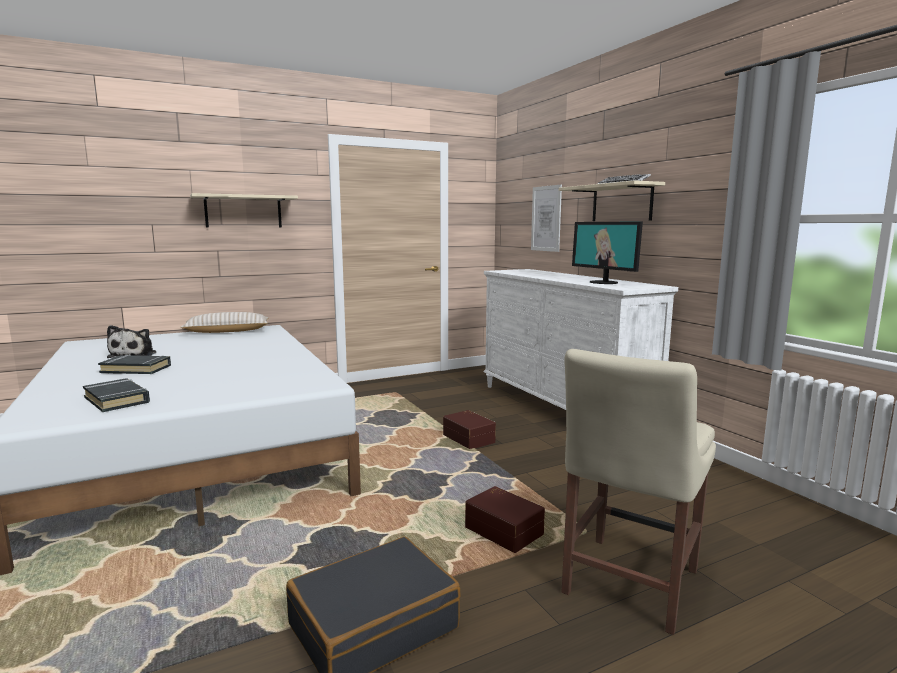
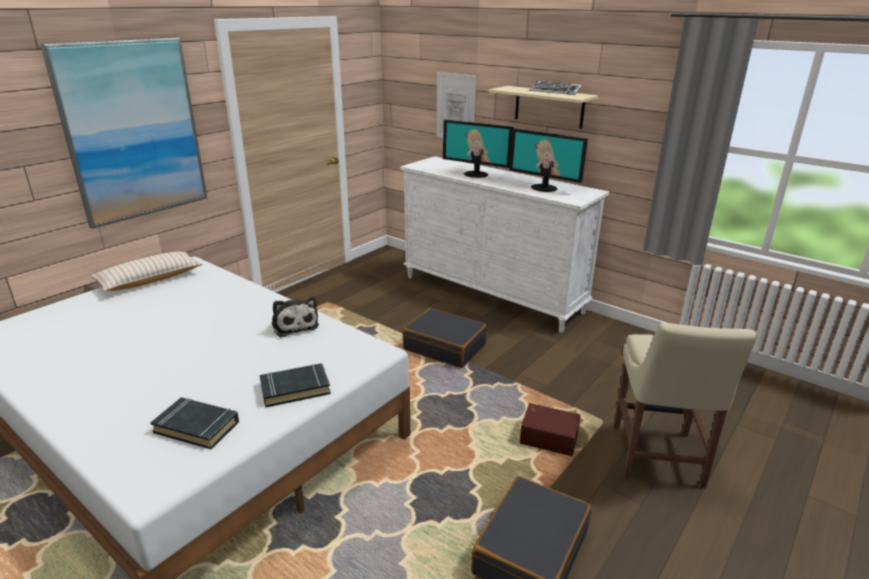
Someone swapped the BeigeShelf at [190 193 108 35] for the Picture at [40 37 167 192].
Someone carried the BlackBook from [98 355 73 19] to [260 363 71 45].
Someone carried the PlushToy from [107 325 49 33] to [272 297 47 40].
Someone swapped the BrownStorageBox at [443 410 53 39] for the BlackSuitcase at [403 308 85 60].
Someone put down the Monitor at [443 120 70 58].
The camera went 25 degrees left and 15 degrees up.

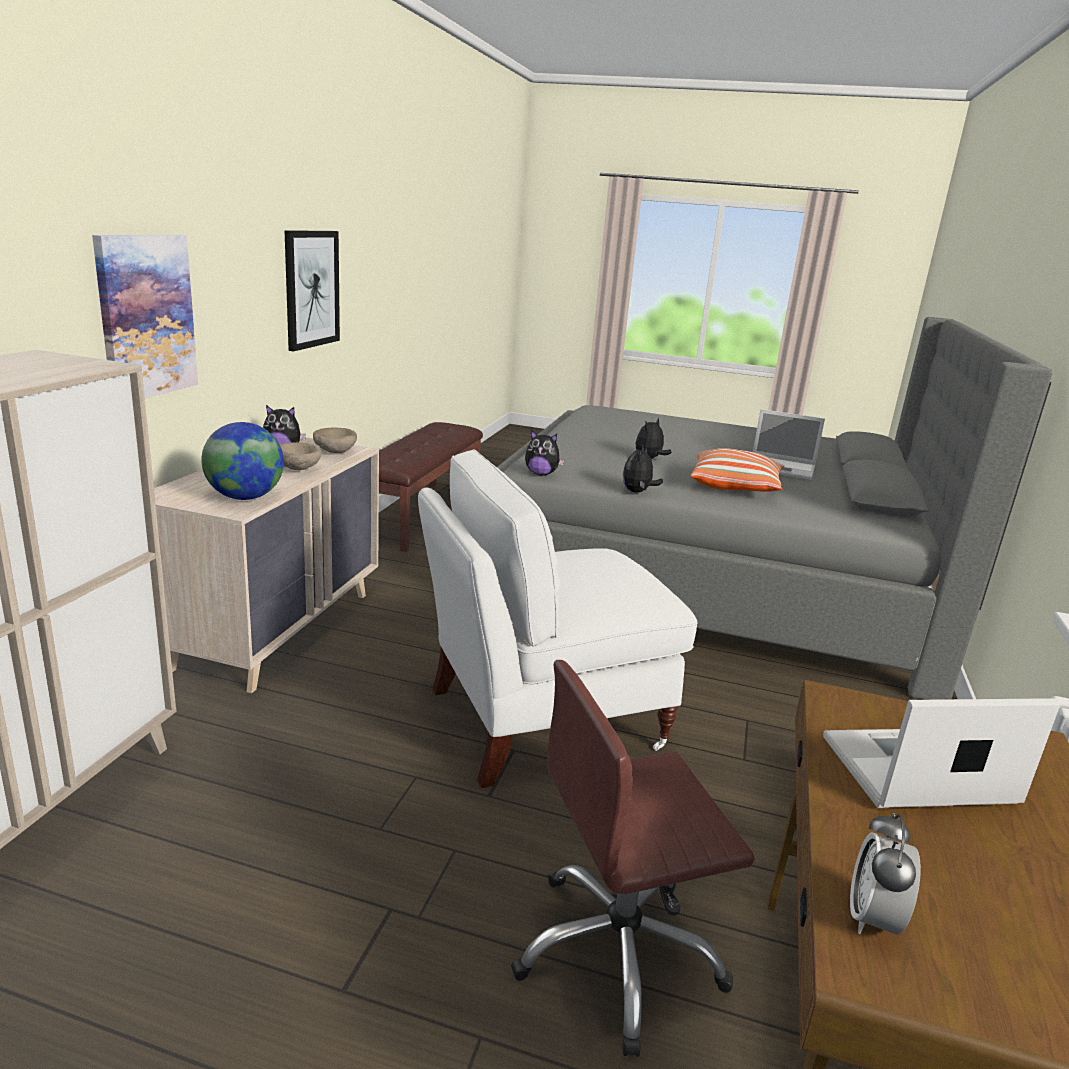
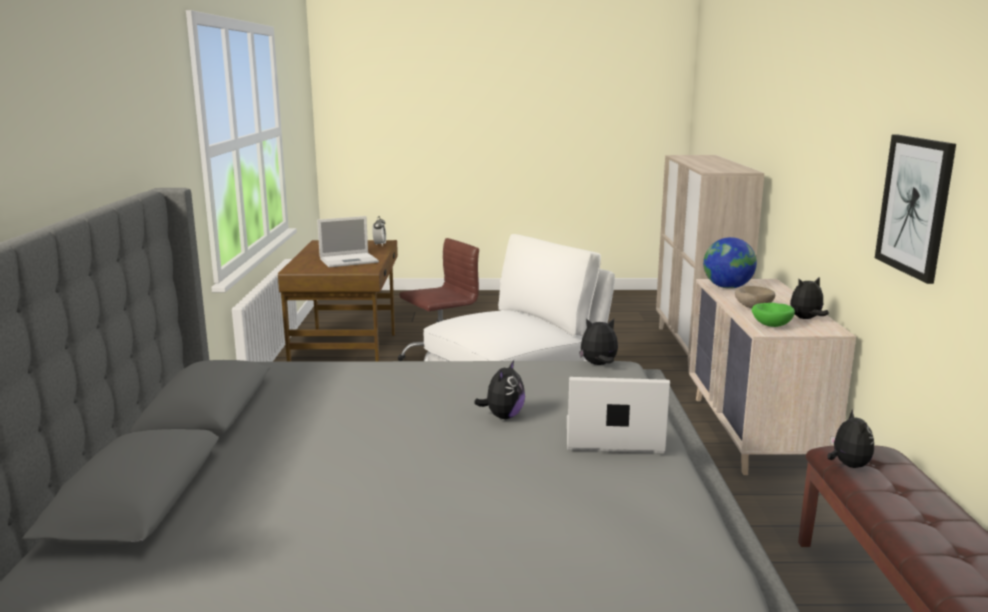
Someone carried the Laptop from [753 409 72 71] to [567 377 103 76].
Someone repainted the BeigeBowl at [313 428 44 25], which became the GreenBowl at [752 303 43 24].
Someone carried the PlushToy from [623 446 40 47] to [827 409 47 59].
Someone took away the Picture at [92 235 106 163].
Someone took away the Pillow at [690 448 94 44].
The camera went 165 degrees right and 5 degrees down.

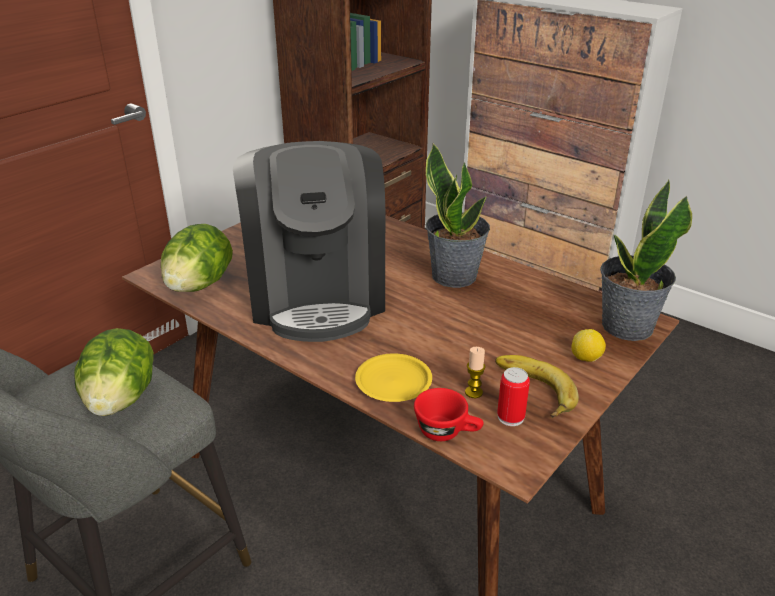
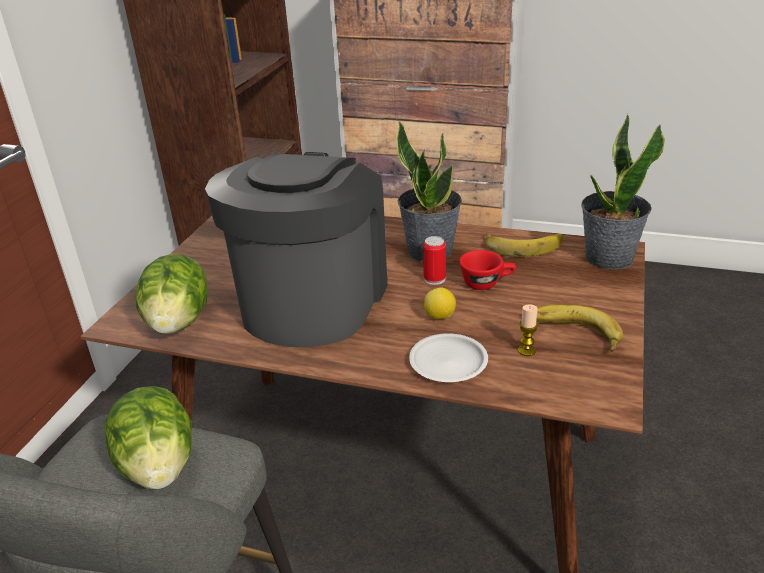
Someone rotated the CoffeeMachine at [233 141 152 201] by 135 degrees counterclockwise.
Someone repainted the YellowPlate at [355 353 77 49], which became the WhitePlate at [409 333 79 49].
Someone carried the Can from [497 367 33 59] to [423 236 23 49].
Someone carried the Lemon from [571 329 35 33] to [424 287 32 32].
Someone carried the RedCup from [414 388 70 53] to [459 250 57 40].
Someone put down the Banana at [485 231 78 26].
The camera went 20 degrees left and 0 degrees up.

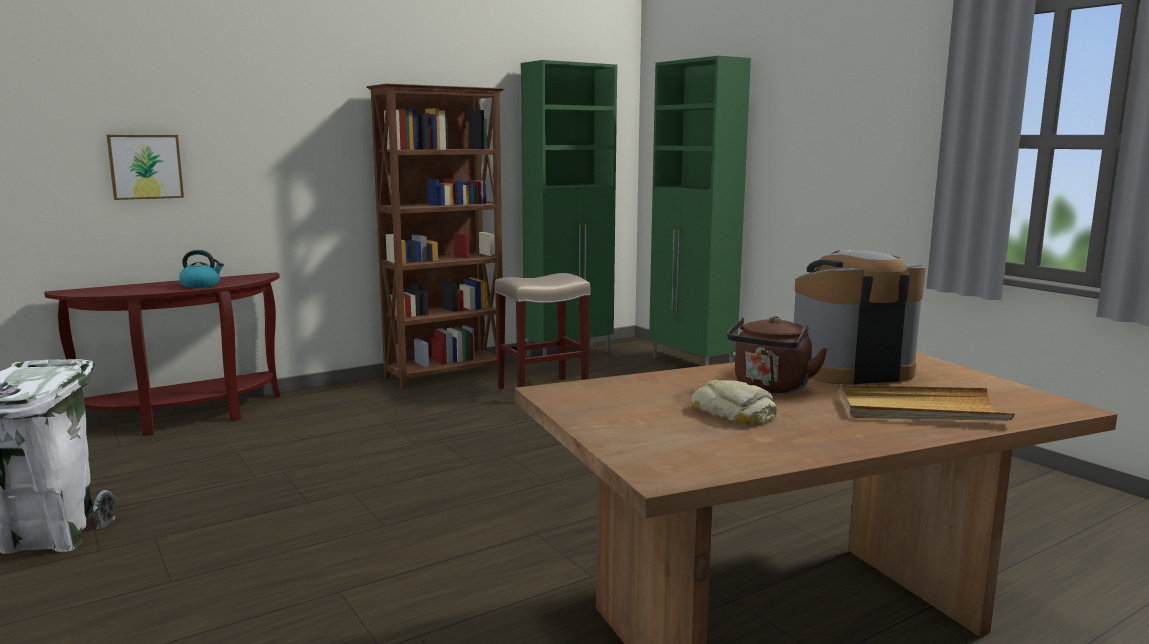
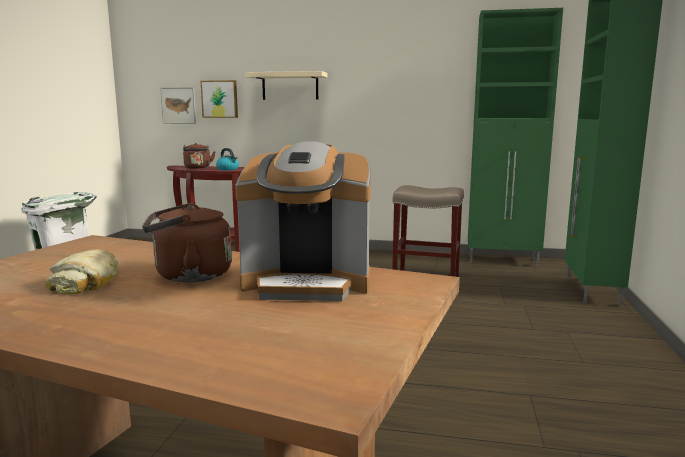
Someone put up the Picture at [160 87 36 37].
Someone put down the BrownKettle at [183 143 33 26].
Someone rotated the CoffeeMachine at [794 250 132 135] by 150 degrees clockwise.
Someone put up the BeigeShelf at [245 71 83 29].
Someone took away the BrownBookcase at [366 83 139 307].
Someone took away the BeigeTray at [839 385 176 36].
The camera went 45 degrees right and 0 degrees up.

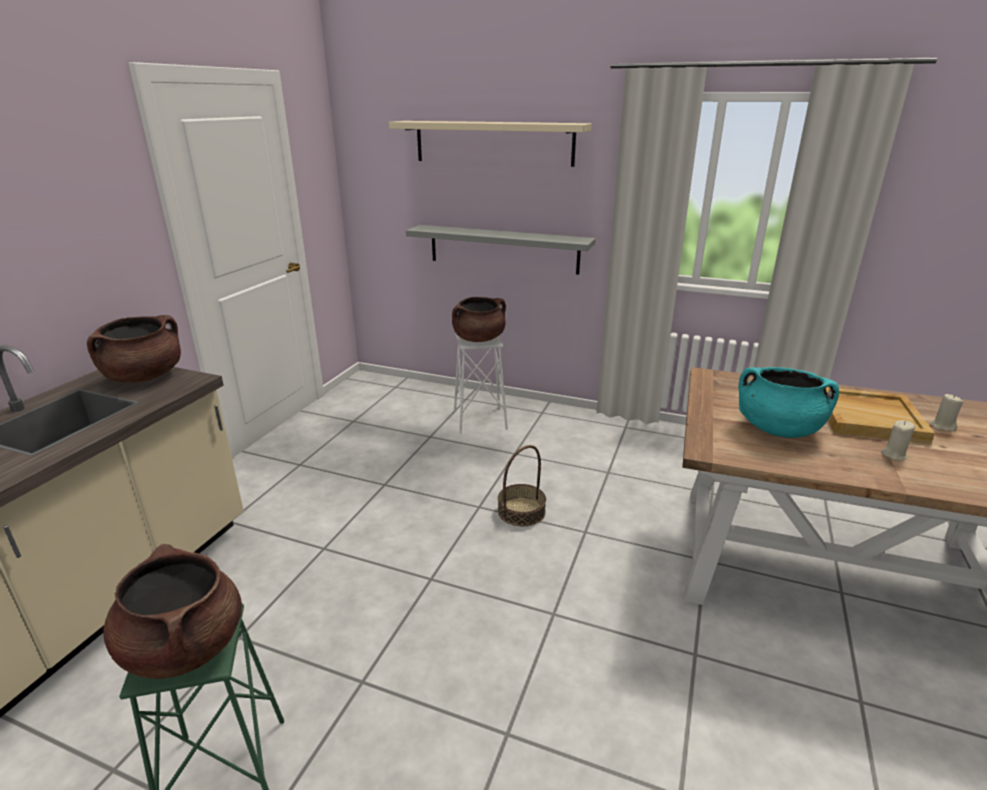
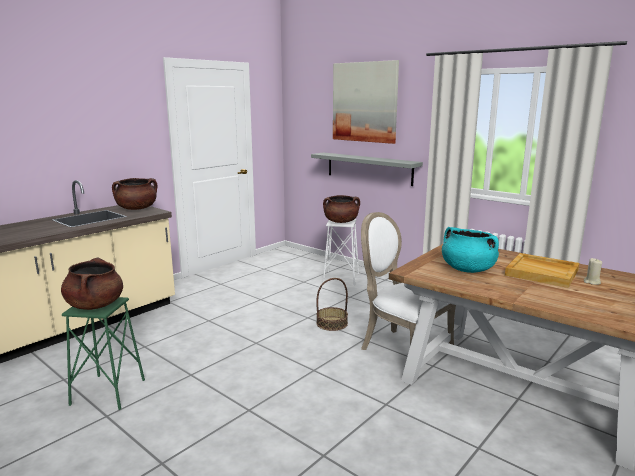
Someone swapped the BeigeShelf at [389 121 203 46] for the Picture at [333 60 66 84].
Someone put down the WhiteChair at [361 212 95 138].
Someone took away the BeigeCandle at [881 420 34 40].
The camera went 20 degrees right and 10 degrees down.

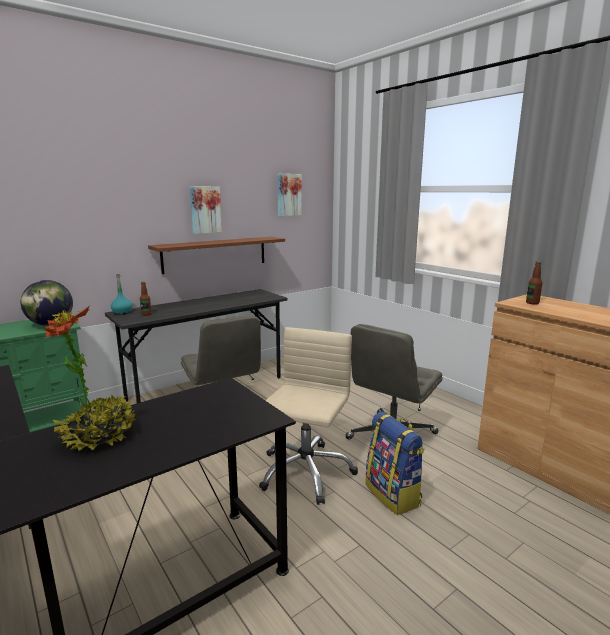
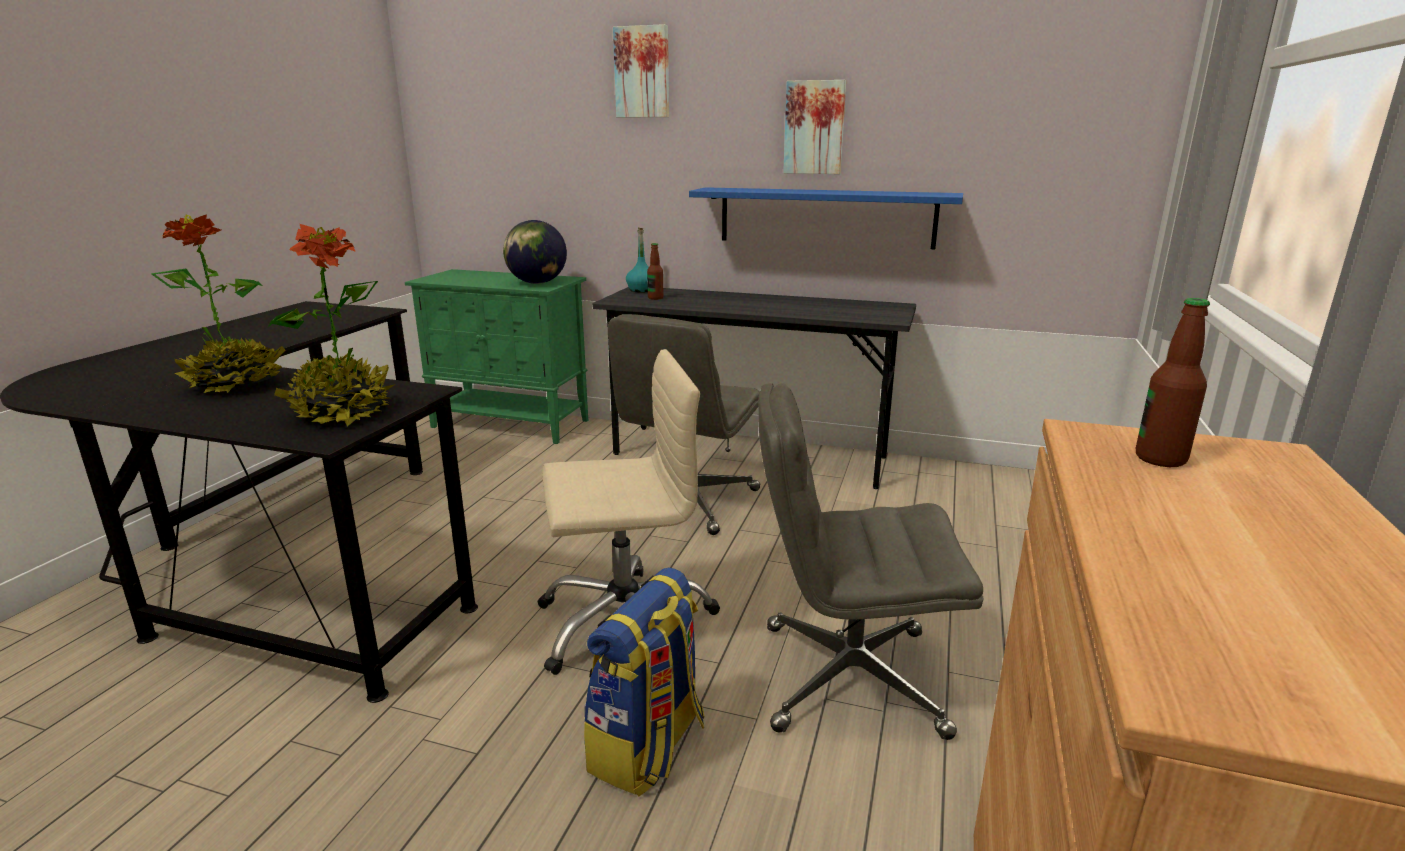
Someone put down the PottedPlant at [268 224 128 202].
Someone carried the Picture from [277 174 25 42] to [613 24 56 93].
Someone repainted the BrownShelf at [148 237 137 37], which became the BlueShelf at [689 187 274 62].
The camera went 55 degrees right and 5 degrees up.

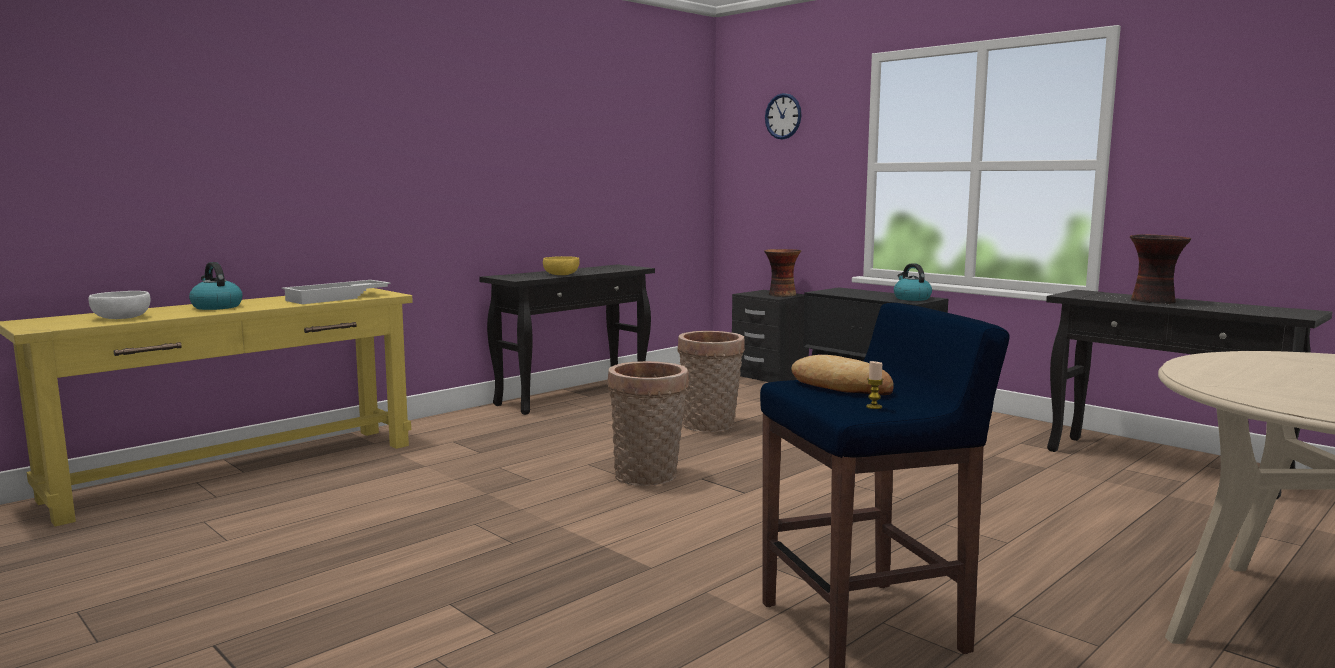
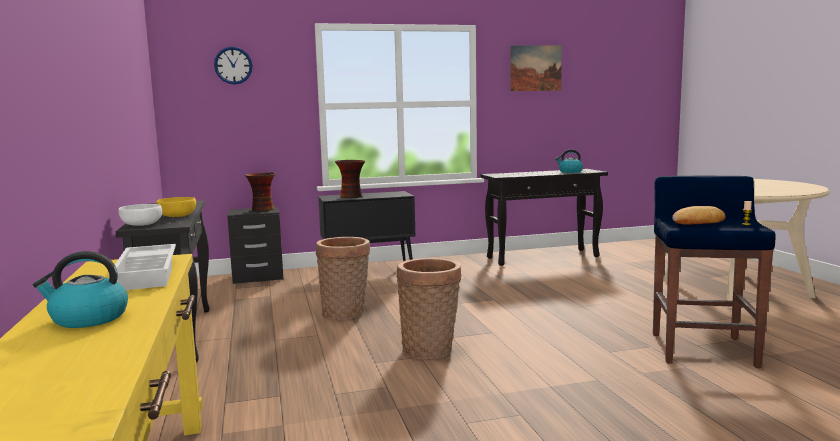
Someone carried the WhiteBowl from [88 291 62 28] to [118 204 44 22].
Someone carried the Vase from [1130 234 61 70] to [335 160 30 38].
Someone put up the Picture at [510 45 52 46].
Someone carried the Kettle from [894 263 38 38] to [555 149 28 24].
The camera went 60 degrees left and 0 degrees up.

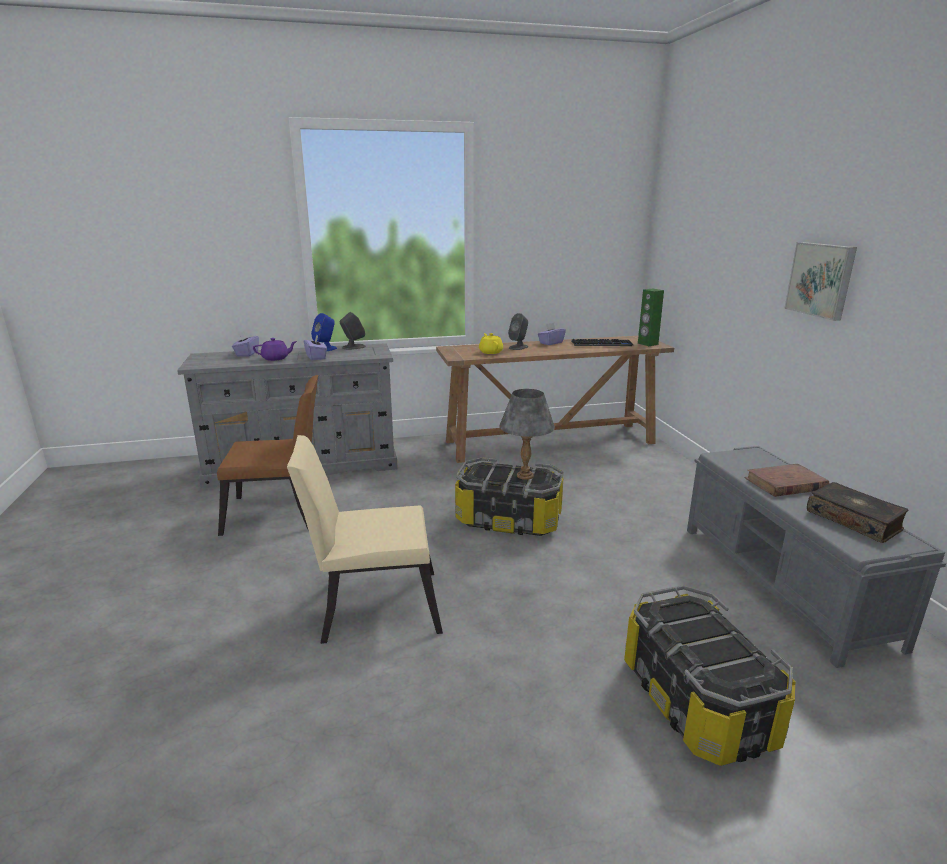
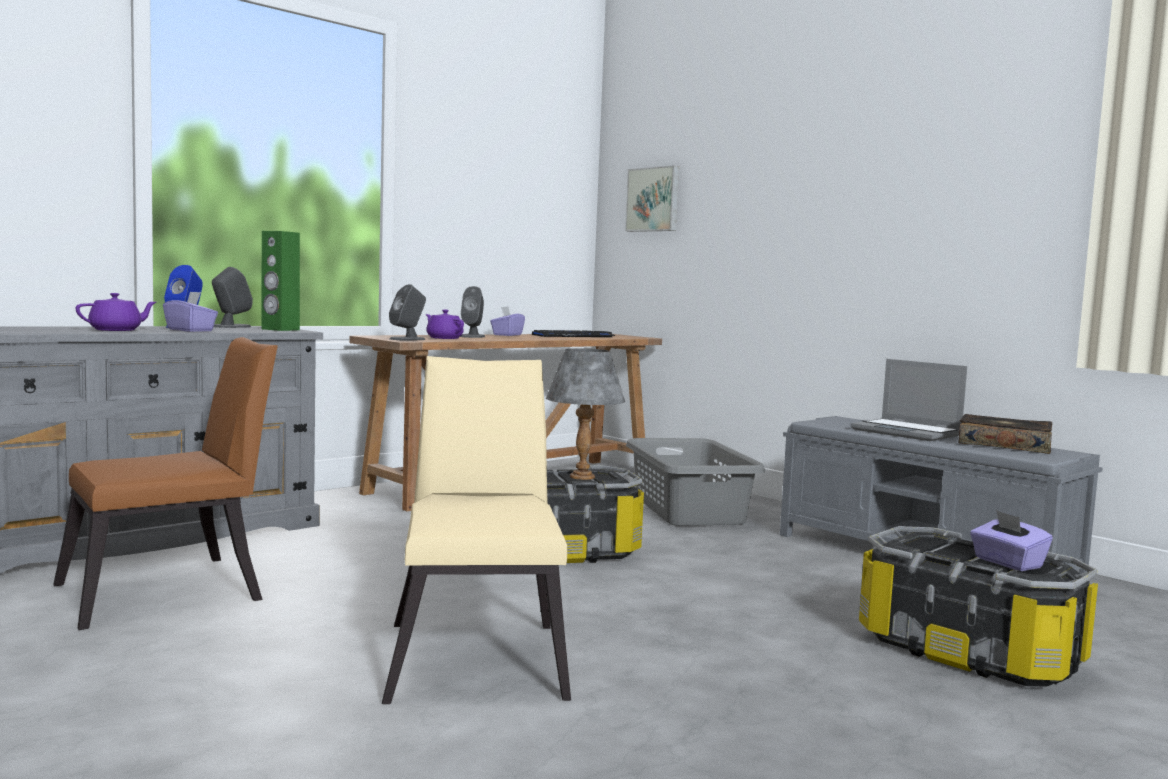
Someone carried the GreenSpeaker from [638 289 26 57] to [261 231 39 100].
Someone rotated the BeigeChair at [287 435 156 209] by 120 degrees clockwise.
Someone put down the GreySpeaker at [389 284 37 56].
Someone repainted the YellowTeapot at [479 333 24 21], which became the PurpleTeapot at [425 310 39 29].
Someone carried the Picture from [784 242 73 79] to [625 165 54 67].
Someone put down the GreyLaundryBasket at [626 438 139 88].
Someone swapped the BrownBook at [745 464 84 33] for the Laptop at [851 359 116 82].
Someone carried the PurpleTissueBox from [232 331 27 25] to [970 510 83 61].
The camera went 30 degrees left and 15 degrees down.

